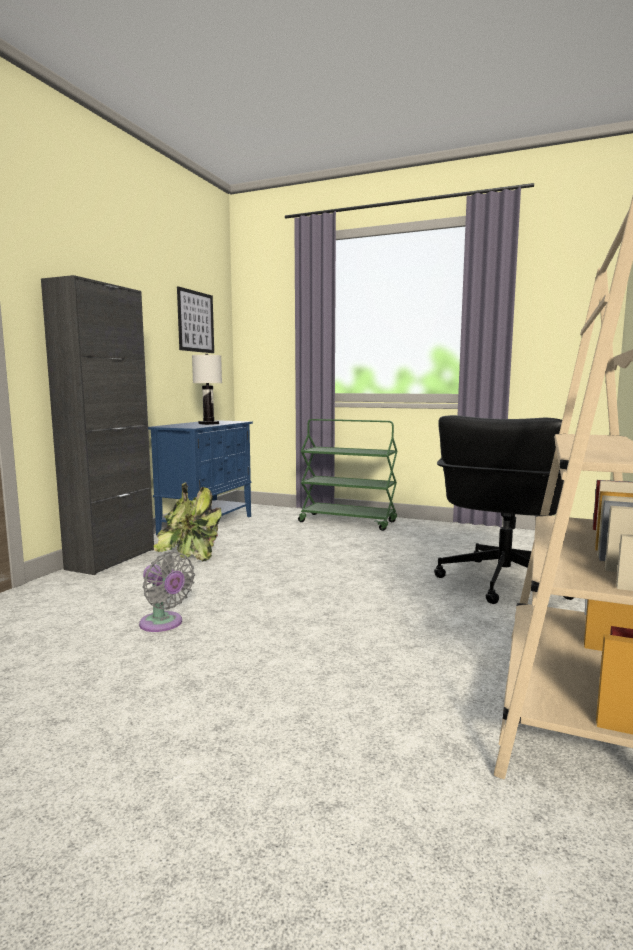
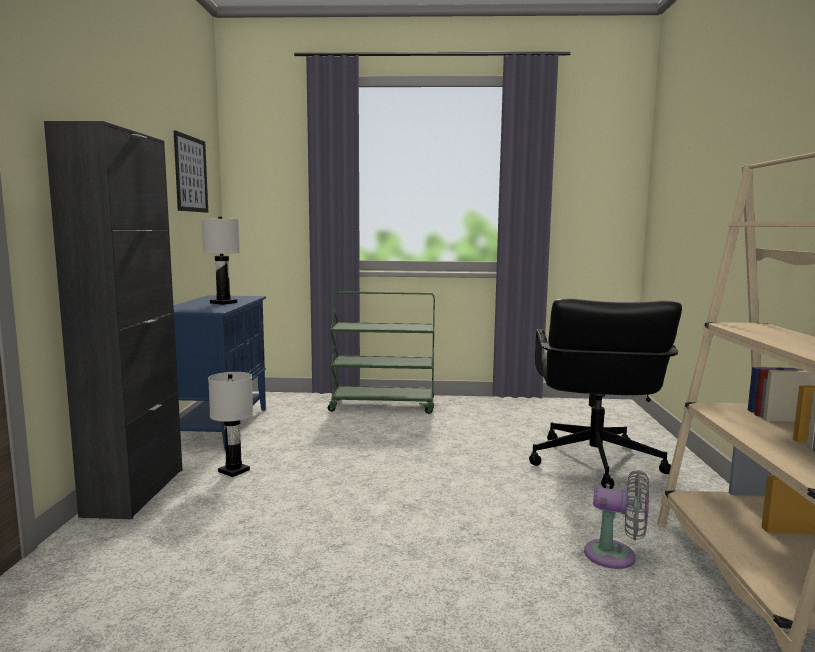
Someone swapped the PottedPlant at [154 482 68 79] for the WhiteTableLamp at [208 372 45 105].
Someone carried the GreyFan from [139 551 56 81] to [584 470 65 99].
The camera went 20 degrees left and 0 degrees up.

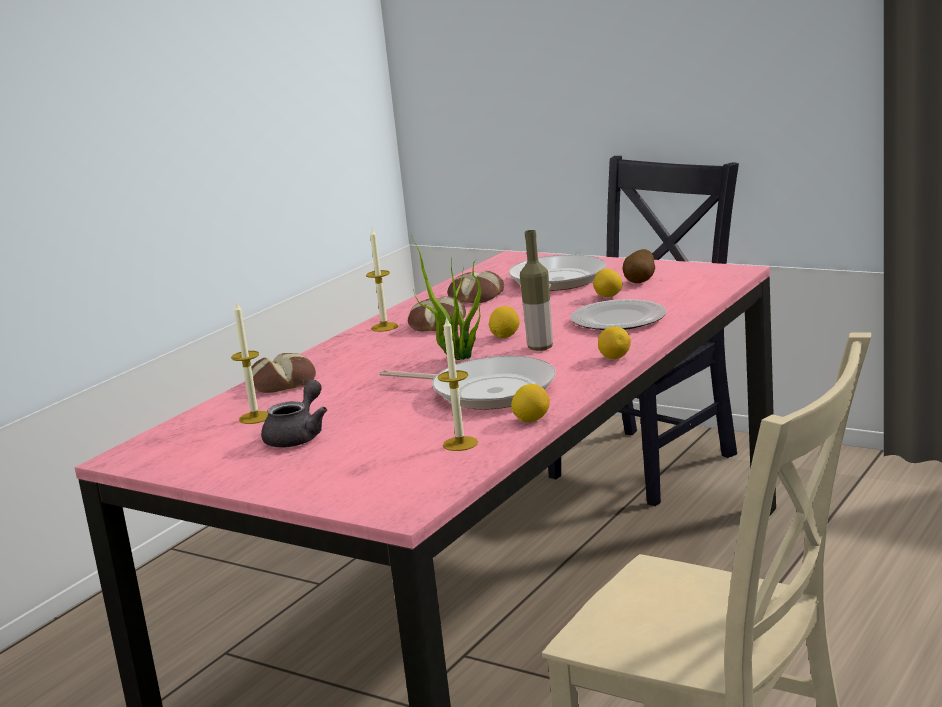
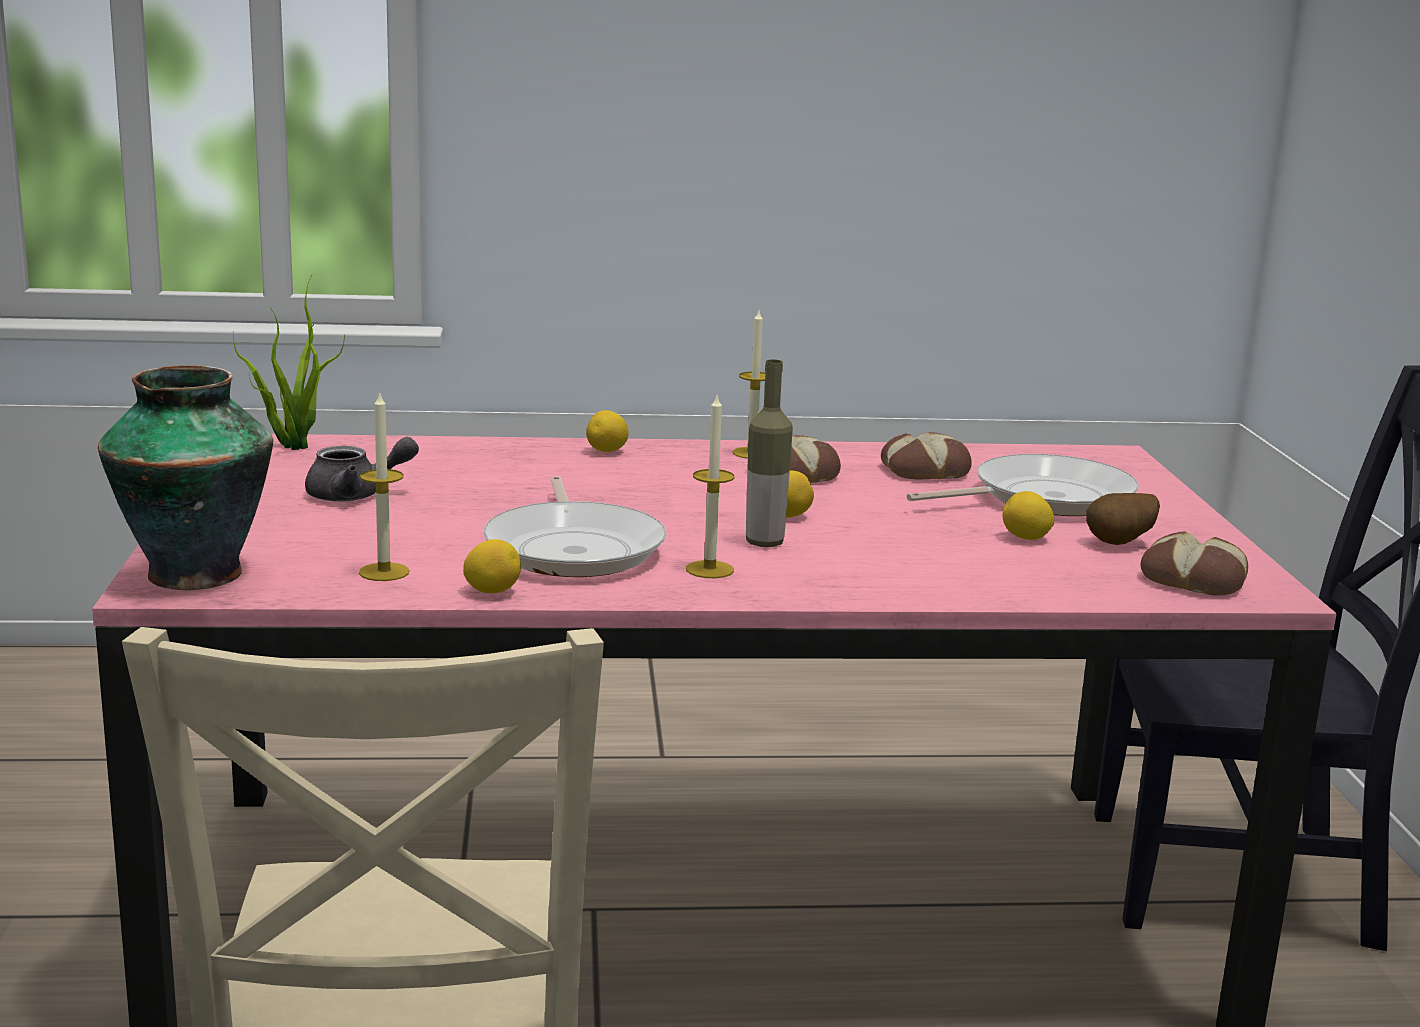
Someone put down the Vase at [98 365 175 225].
Someone carried the PottedPlant from [412 237 70 123] to [233 275 112 175].
Someone carried the Lemon from [598 326 33 33] to [586 410 43 42].
Someone carried the Candle from [231 301 37 123] to [686 395 49 183].
Someone carried the Bread from [251 353 65 40] to [1141 532 107 64].
Someone took away the Plate at [570 299 97 31].
The camera went 50 degrees right and 0 degrees up.

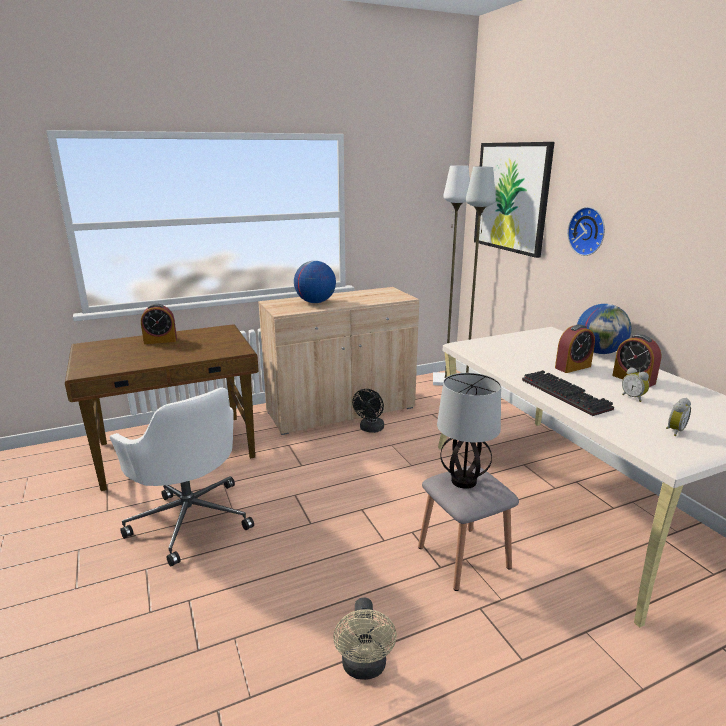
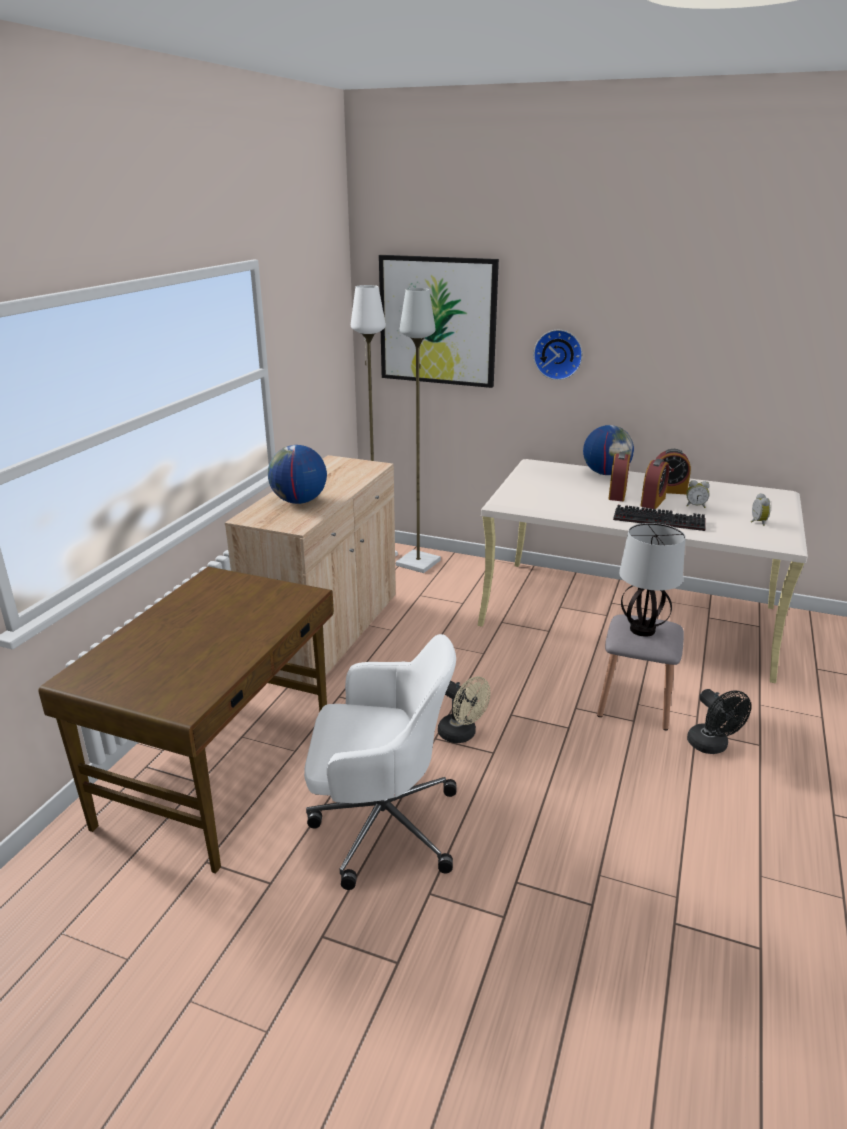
Someone carried the BeigeFan from [333 598 64 82] to [438 677 52 66].
Someone carried the AlarmClock from [141 304 36 40] to [641 459 28 50].
Someone carried the BlackFan from [352 389 32 44] to [687 689 64 65].
The camera went 45 degrees left and 5 degrees up.

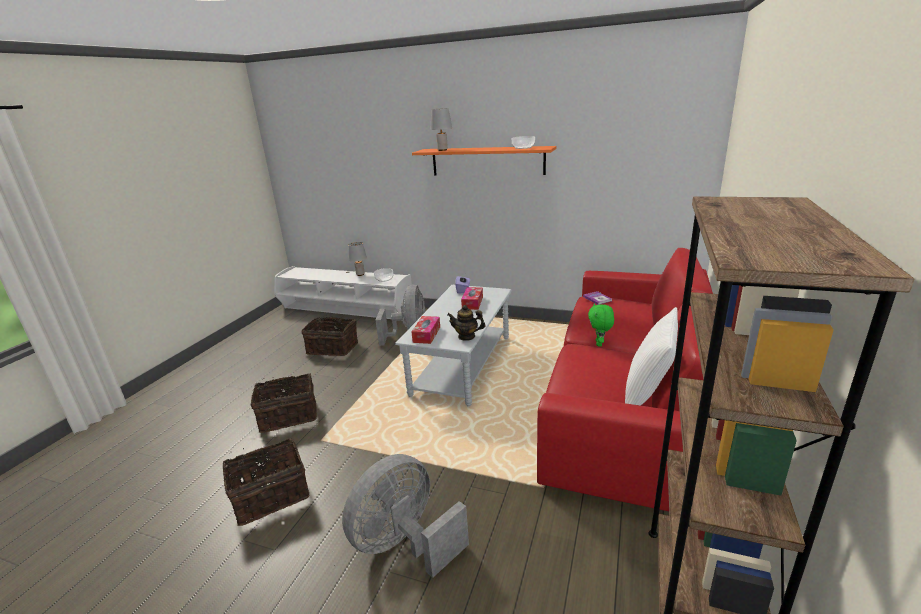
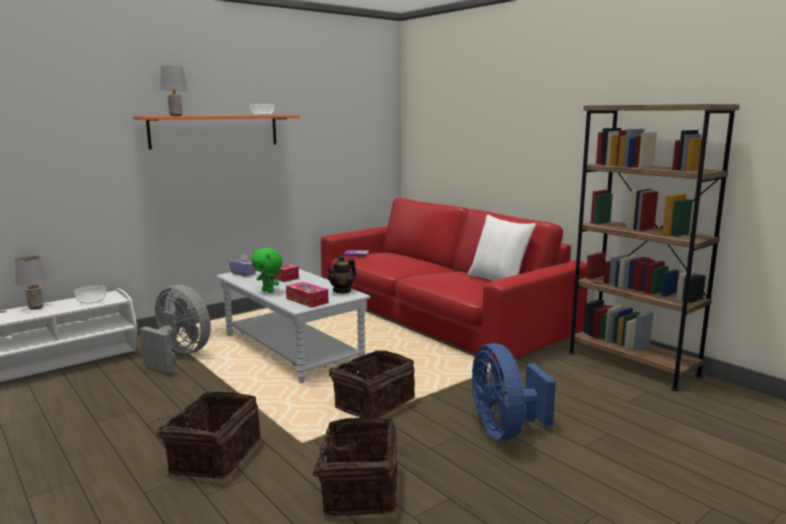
Someone carried the GreenPlushToy from [588 303 26 44] to [251 248 31 45].
Someone carried the Basket from [301 315 57 41] to [324 350 91 68].
Someone repainted the GreyFan at [342 454 127 124], which became the BlueFan at [472 343 84 98].
The camera went 60 degrees left and 10 degrees down.

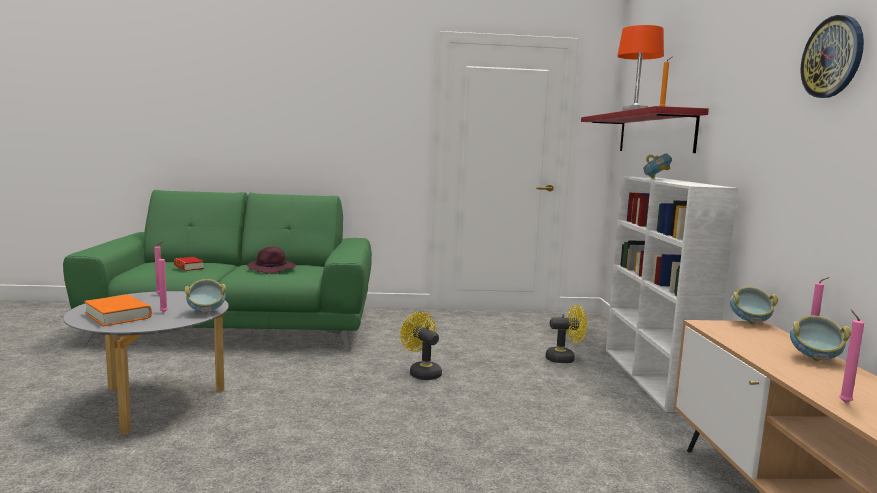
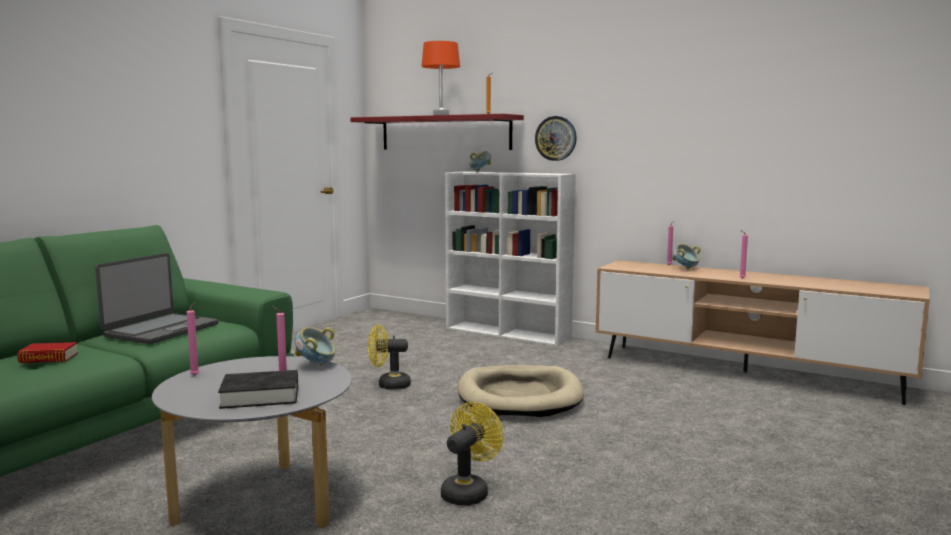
Someone swapped the PurpleHat at [247 247 49 27] for the Laptop at [95 253 123 91].
Someone repainted the OrangeBook at [84 295 68 31], which became the BlackBook at [218 370 80 39].
Someone carried the YellowFan from [545 305 42 58] to [441 402 63 104].
Someone put down the BeigeDogBed at [458 365 126 52].
Someone carried the WallClock from [800 15 64 83] to [535 116 42 45].
Someone took away the Bowl at [730 287 48 37].
The camera went 55 degrees left and 0 degrees up.

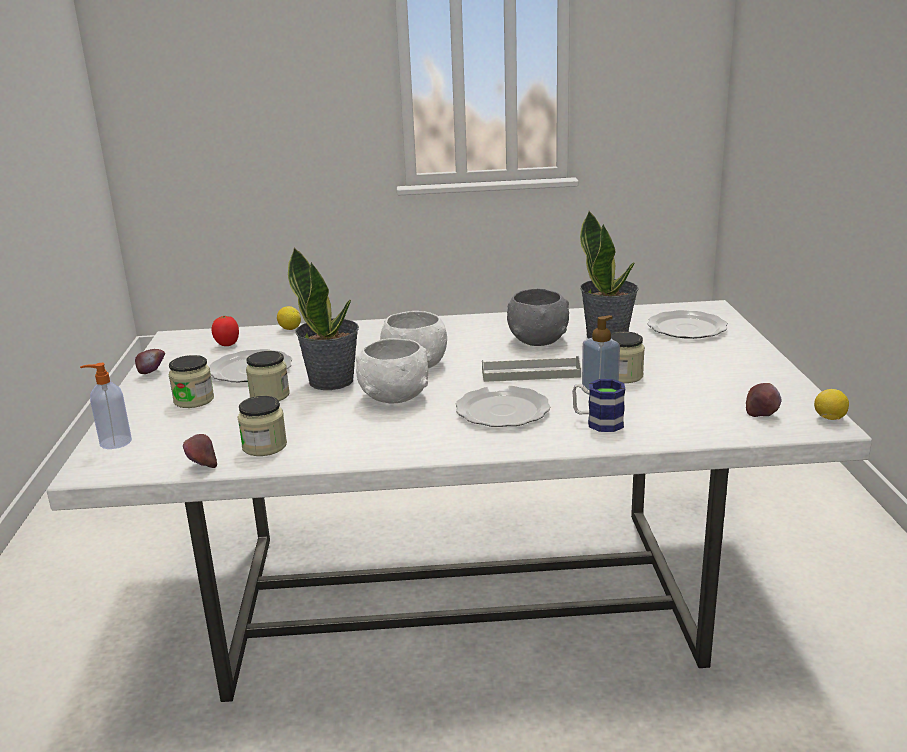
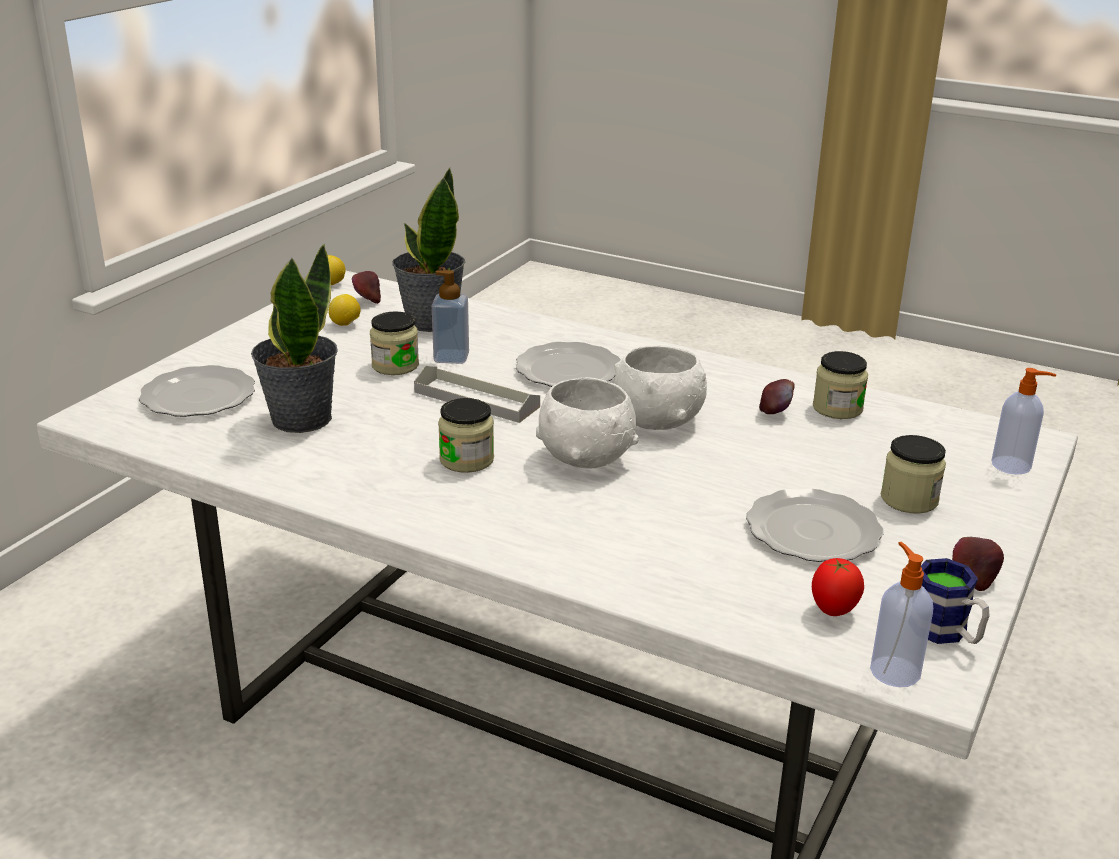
Someone carried the Lemon from [277 306 24 24] to [329 294 31 32].
Someone carried the PottedPlant from [288 247 71 143] to [392 168 73 164].
Someone carried the Jar from [246 351 44 50] to [438 398 56 75].
Someone carried the Apple from [183 434 34 34] to [759 379 36 35].
Someone put down the SoapDispenser at [870 542 63 145].
Someone carried the Mug from [572 379 53 53] to [921 558 69 86].
Someone took away the GreyBowl at [507 289 62 57].
The camera went 150 degrees left and 5 degrees up.

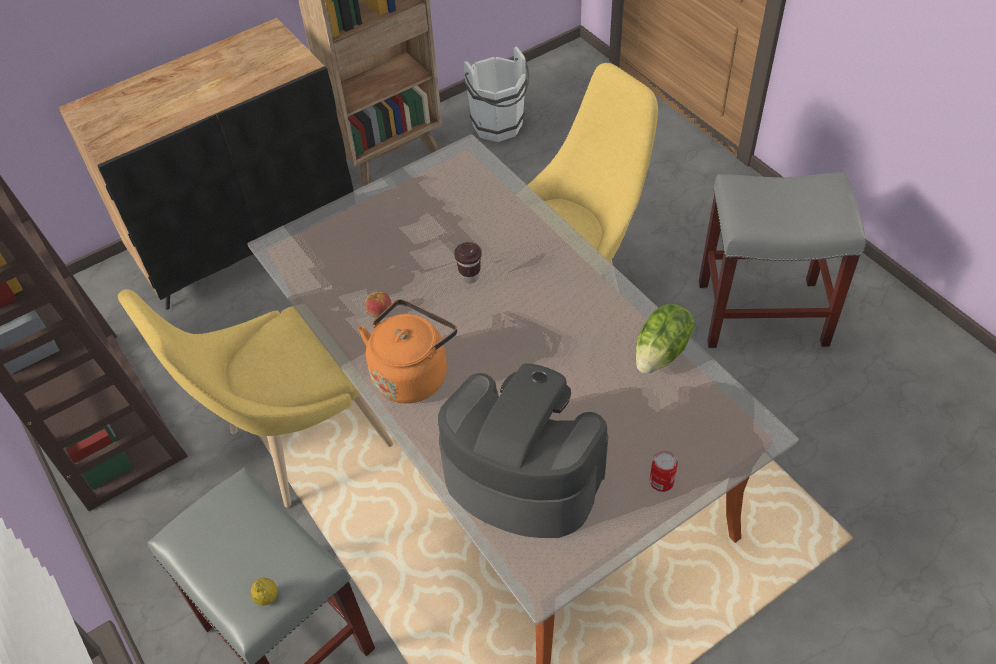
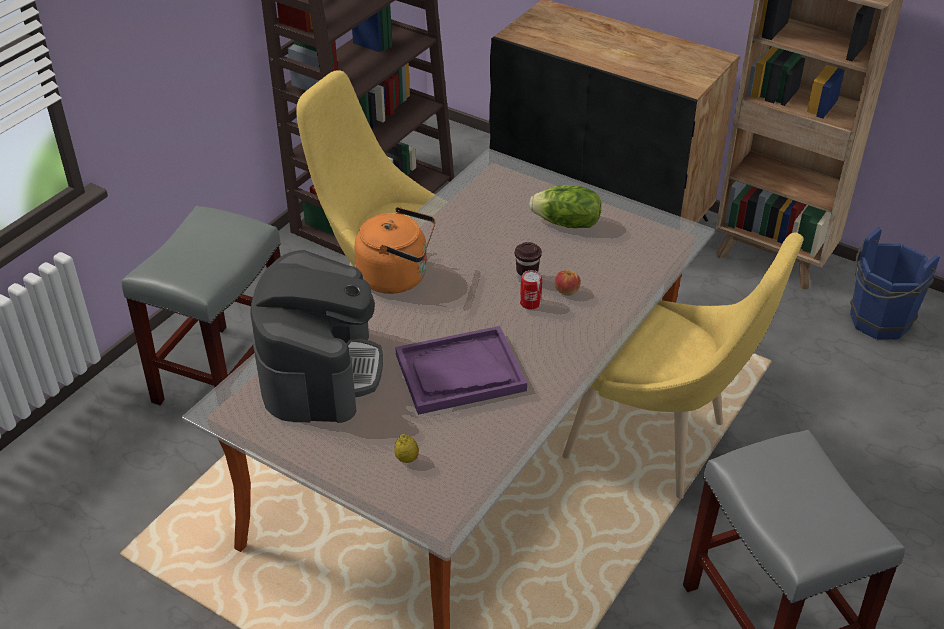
Someone carried the Lemon from [251 578 27 28] to [394 434 25 29].
Someone put down the PurpleTray at [395 326 132 89].
Someone carried the Can from [650 451 28 41] to [520 270 22 39].
Someone carried the Lettuce from [636 304 59 69] to [529 185 72 43].
Someone carried the Apple from [365 291 27 27] to [554 270 27 26].
Someone repainted the WhiteBucket at [464 46 65 96], which became the BlueBucket at [850 227 90 112].
The camera went 65 degrees right and 10 degrees down.

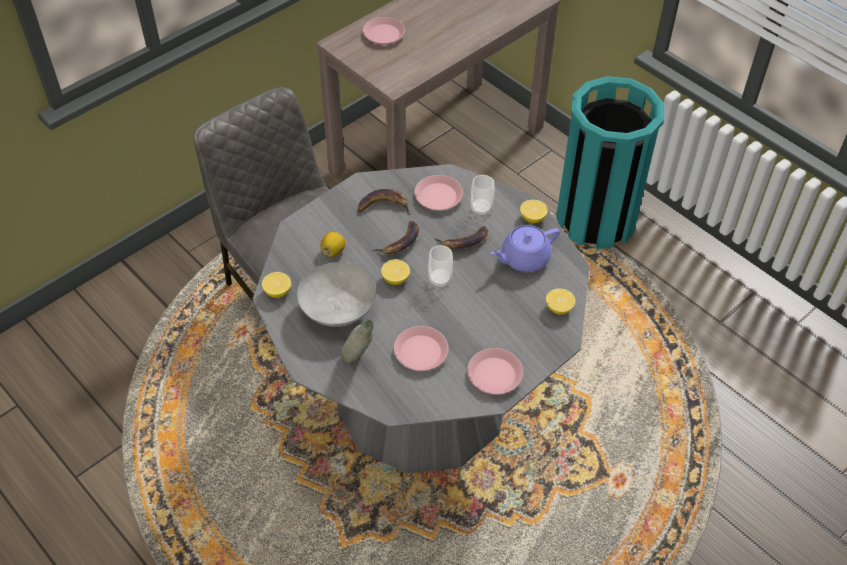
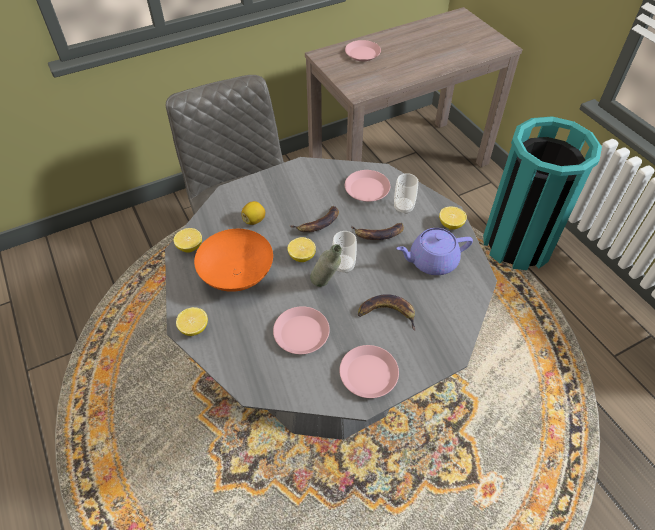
Someone carried the Lemon from [546 289 29 26] to [176 307 32 29].
Someone repainted the GreyBowl at [297 262 79 65], which became the OrangeBowl at [194 229 79 63].
Someone carried the GreyBottle from [341 320 33 44] to [310 244 32 43].
Someone carried the Banana from [358 189 52 26] to [358 294 57 37].
The camera went 15 degrees right and 0 degrees up.

